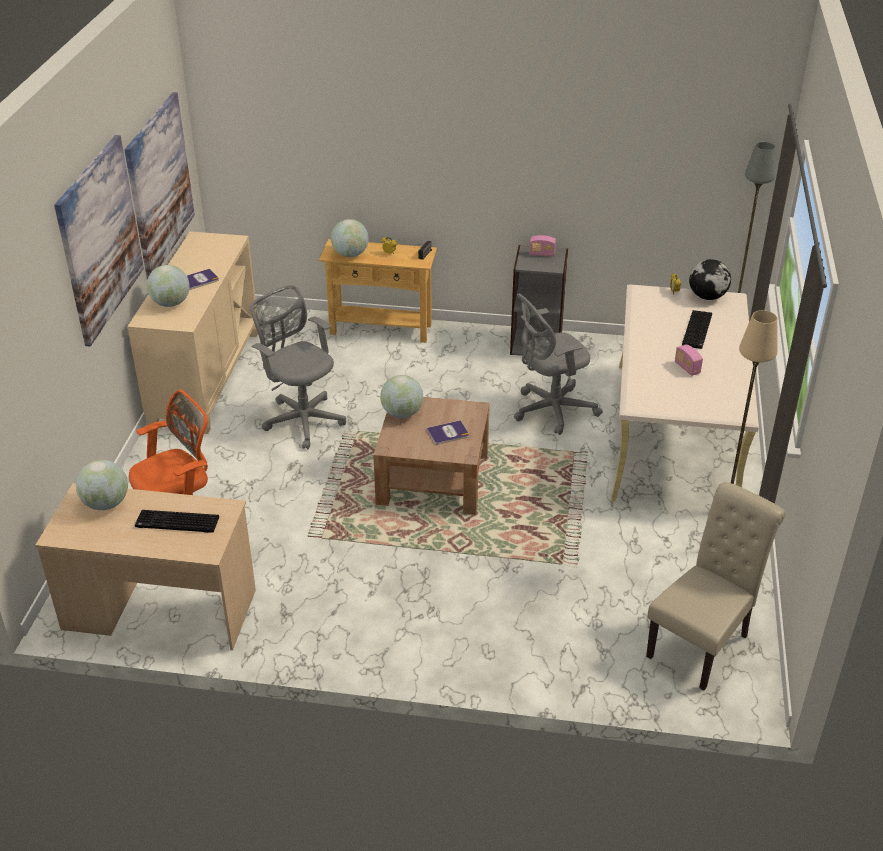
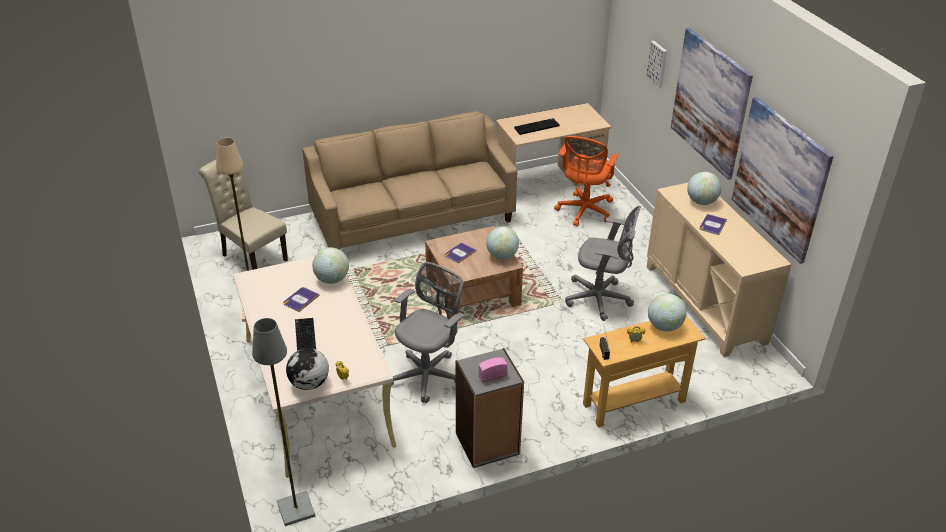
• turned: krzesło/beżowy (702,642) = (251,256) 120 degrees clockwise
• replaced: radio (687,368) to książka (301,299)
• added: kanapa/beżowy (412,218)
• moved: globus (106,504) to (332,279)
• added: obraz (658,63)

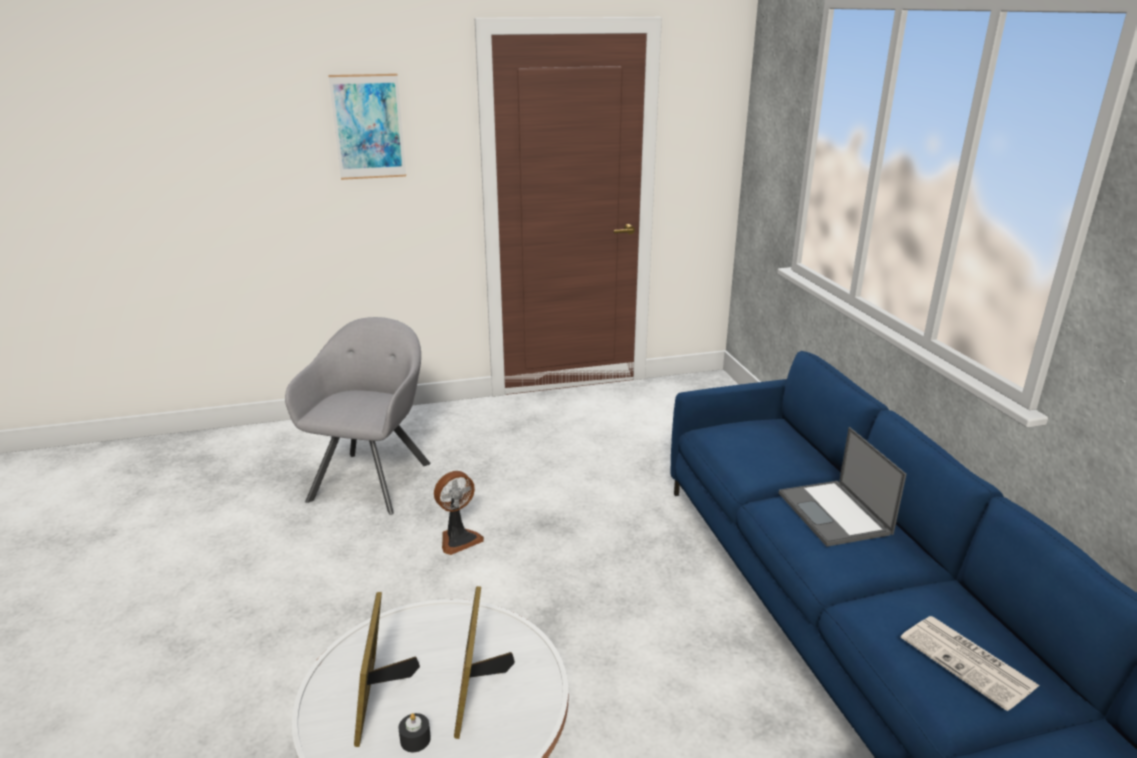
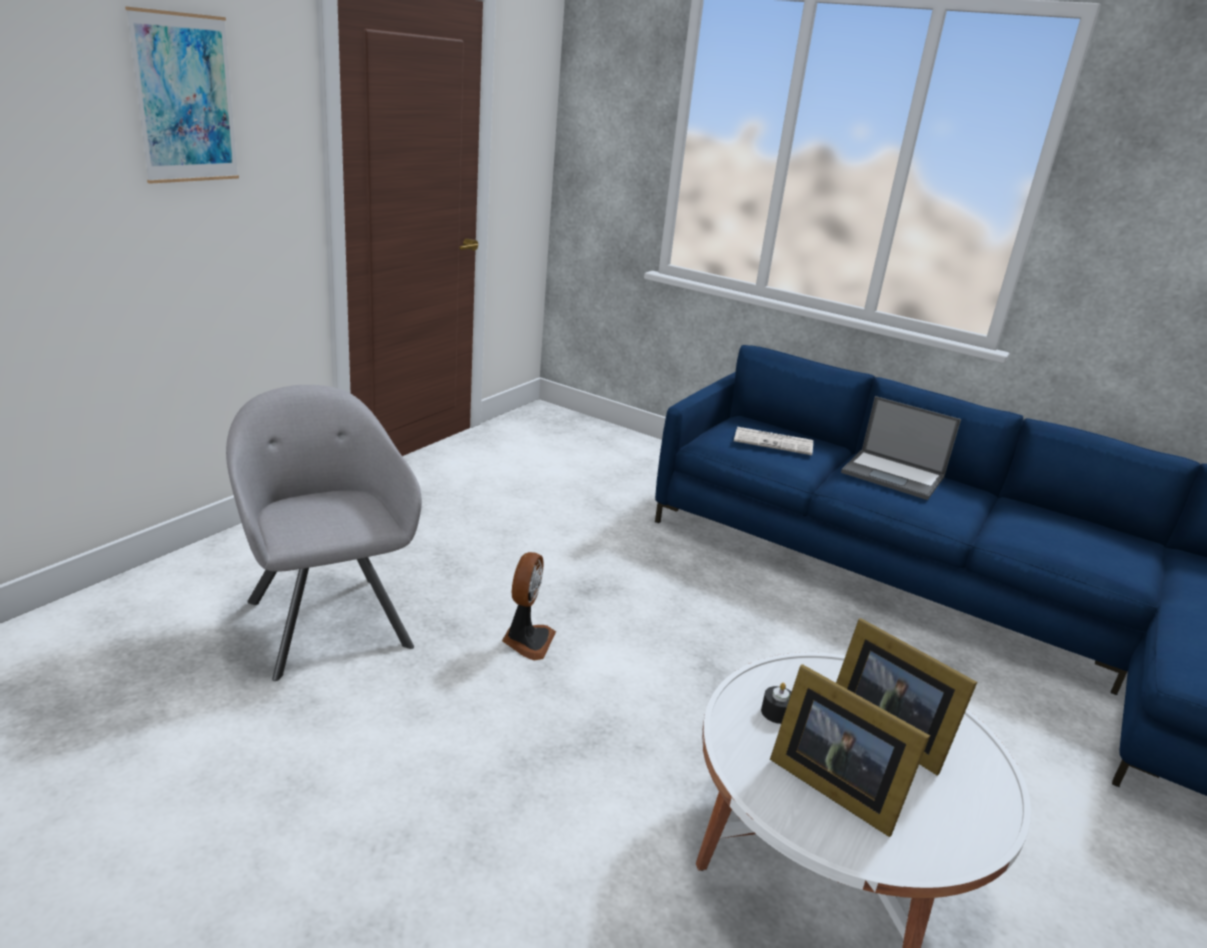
• moved: gazeta (969,662) to (774,442)
• moved: świeca/czarny (415,739) to (776,712)

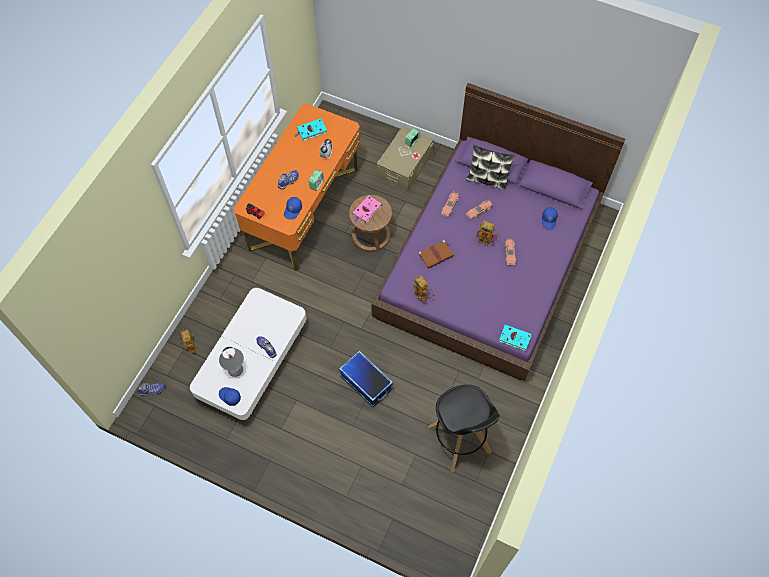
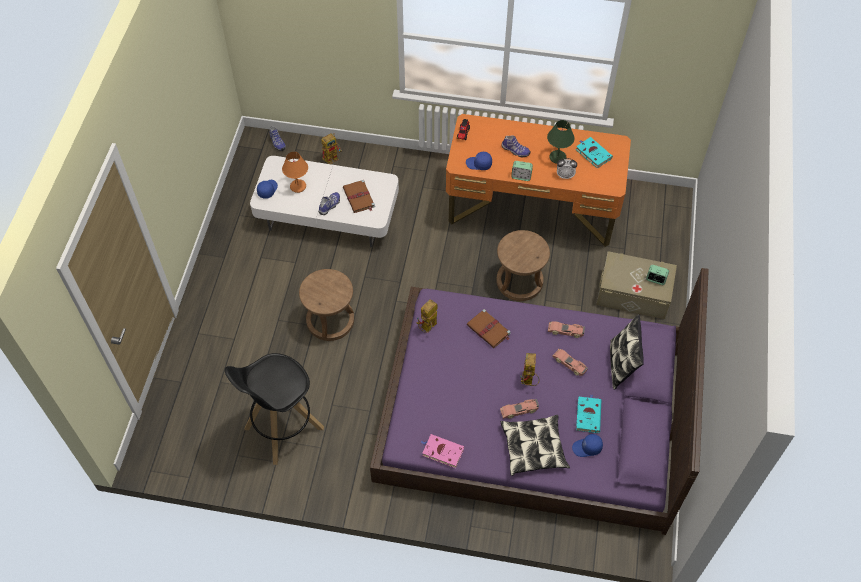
• recoloured: lampa stołowa/szary (235,370) to lampa stołowa/pomarańczowy (298,186)
• replaced: pojemnik do przechowywania (365,383) to stołek/brązowy (330,320)
• added: książka/brązowy (359,198)
• moved: książka/różowy (366,211) to (441,452)
• added: poduszka (534,448)
• added: lampa stołowa/zielony (558,158)
• moved: książka/turkusowy (513,338) to (588,414)

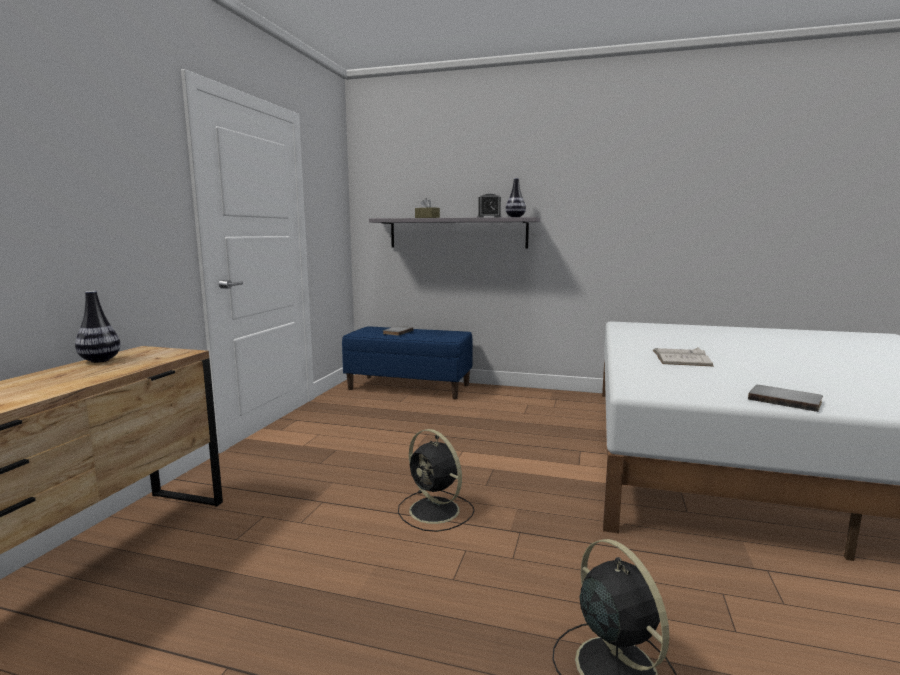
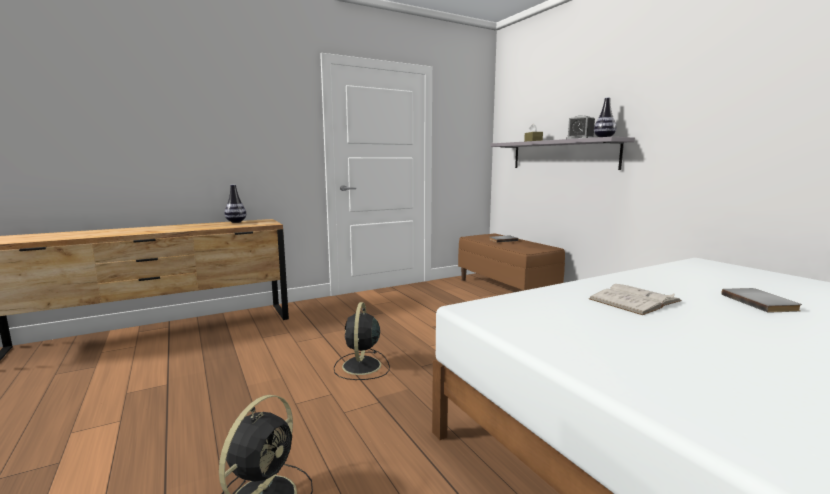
• recoloured: ławka/niebieski (409,387) to ławka/brązowy (506,288)
• moved: książka/szary (785,400) to (761,302)

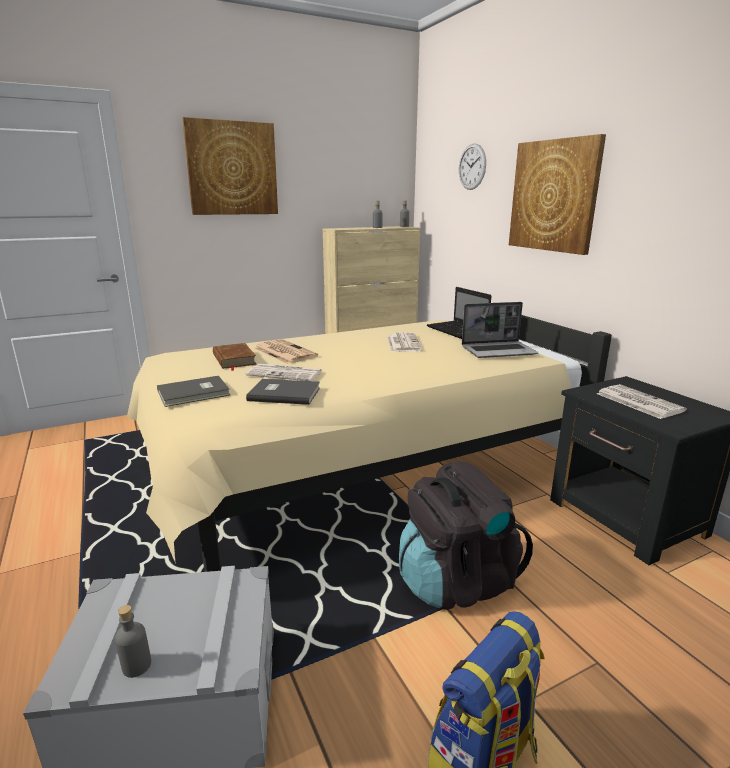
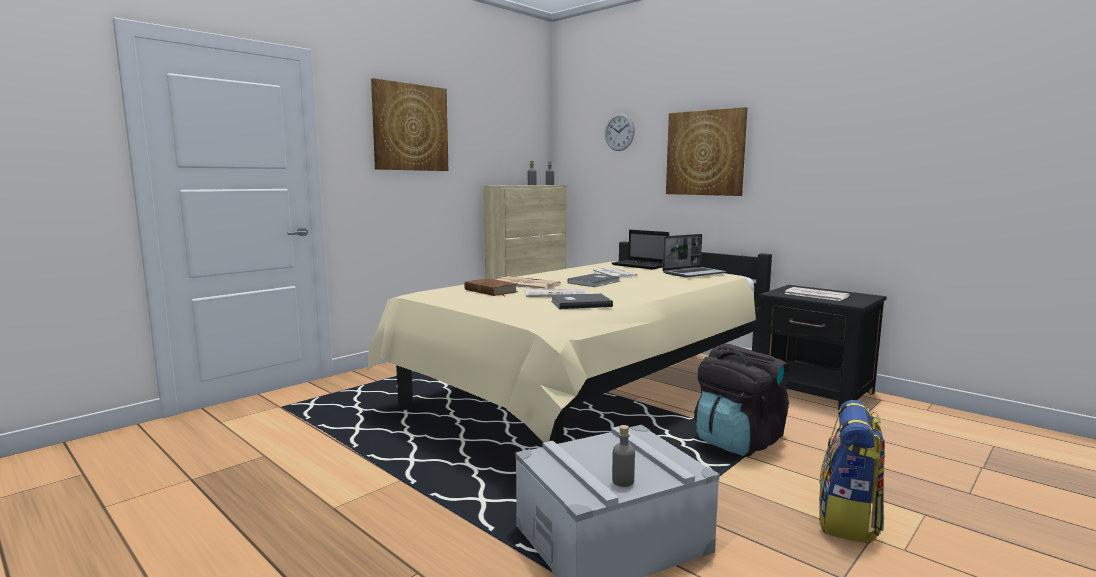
• moved: książka/szary (195,393) to (595,282)

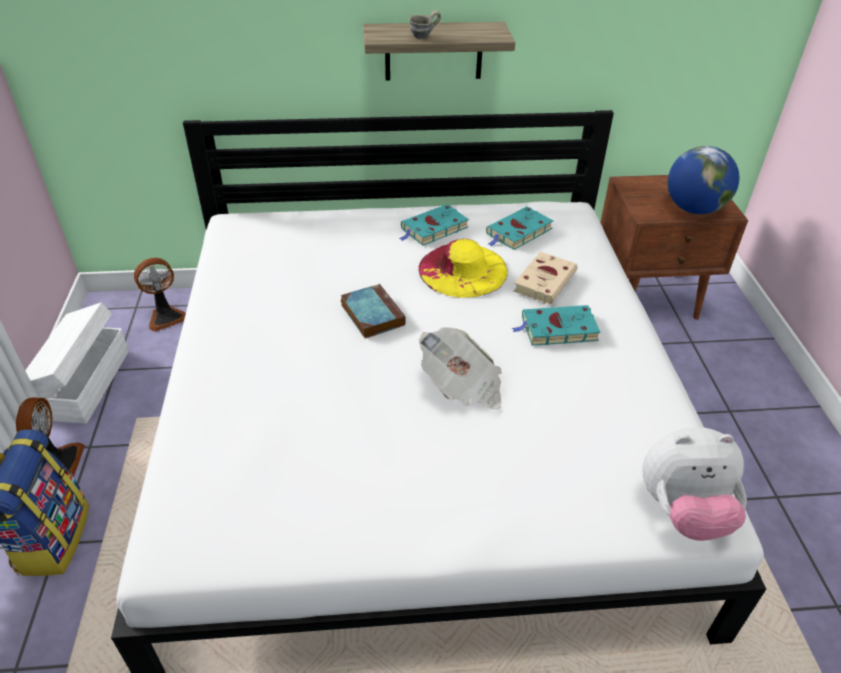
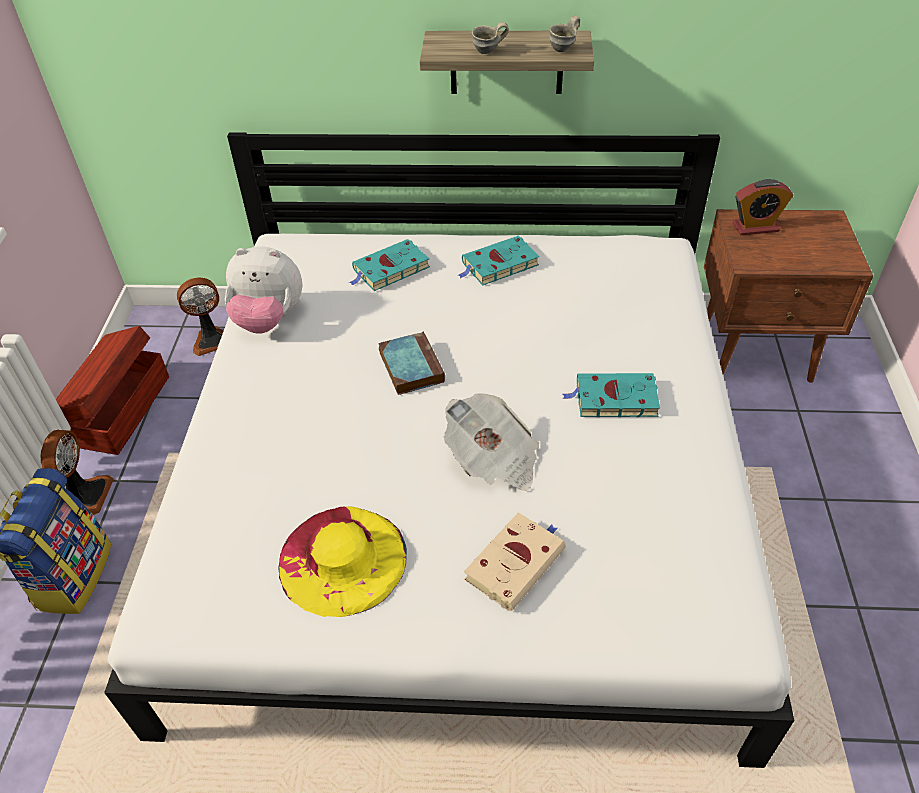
• recoloured: pojemnik do przechowywania/biały (84,384) to pojemnik do przechowywania/brązowy (120,411)
• moved: pluszak (683,511) to (269,319)
• moved: kapelusz/żółty (462,270) to (342,559)
• moved: książka/turkusowy (518,232) to (389,269)
• moved: książka/beżowy (545,280) to (516,562)
• added: kubek/szary (564,49)
• added: budzik (755,227)
• removed: globus (694,209)

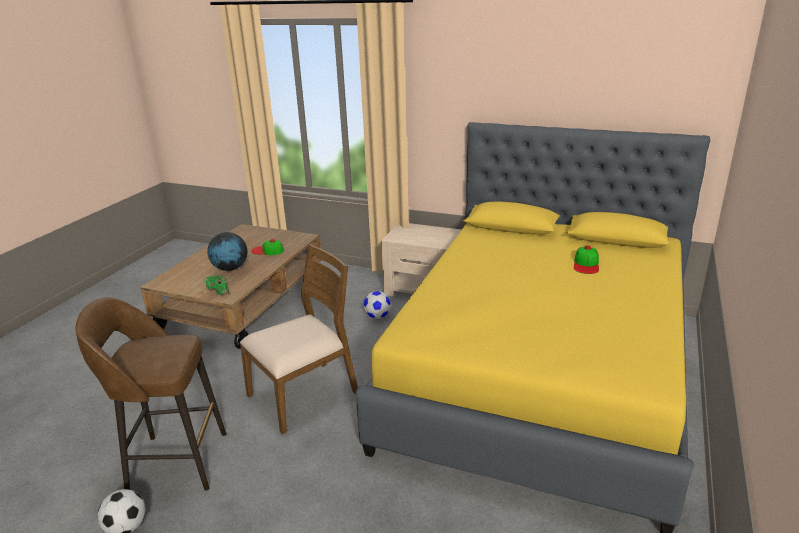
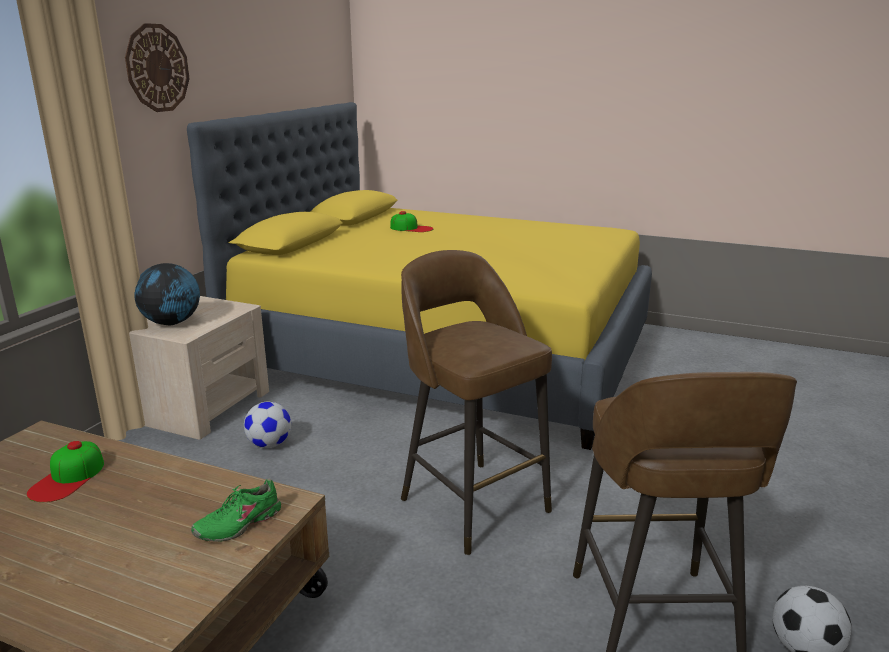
• added: zegar ścienny (157,68)
• moved: globus (230,269) to (172,323)
• replaced: krzesło/brązowy (304,394) to stołek/brązowy (472,502)

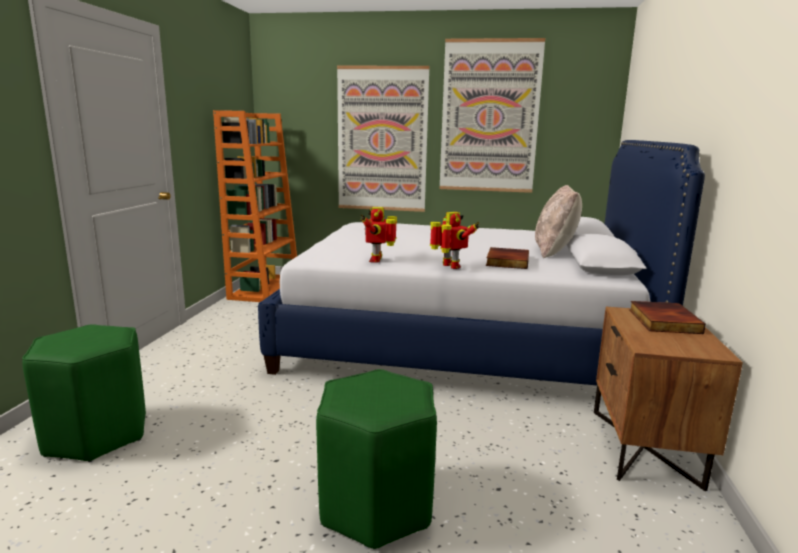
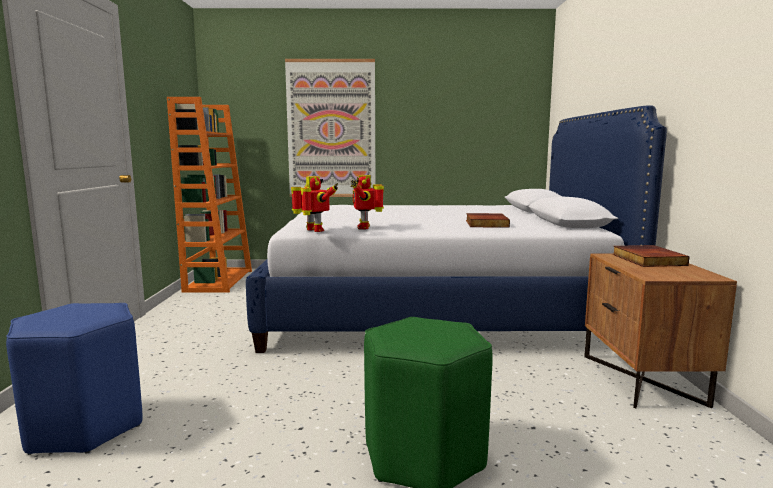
• recoloured: stołek/zielony (97,434) to stołek/niebieski (86,426)
• moved: robot zabawkowy (450,266) to (314,230)
• removed: obraz (489,117)
• removed: poduszka/beżowy (554,252)

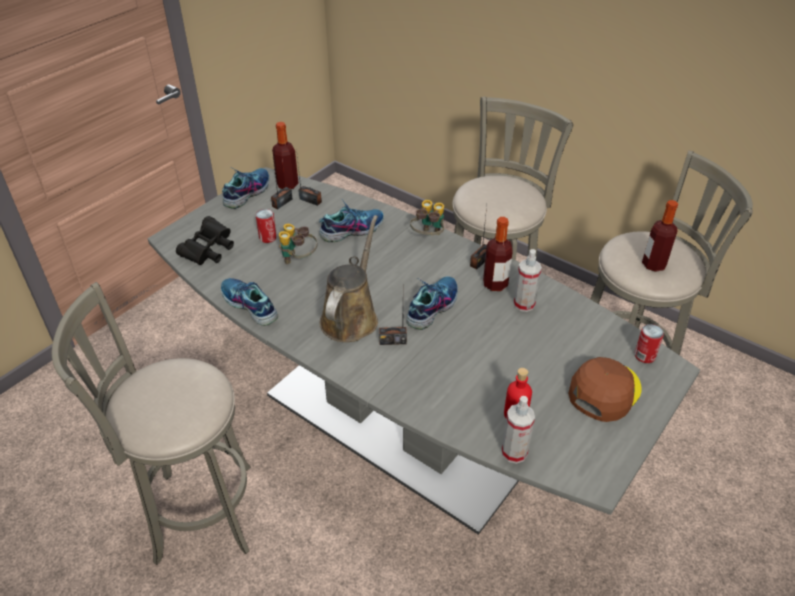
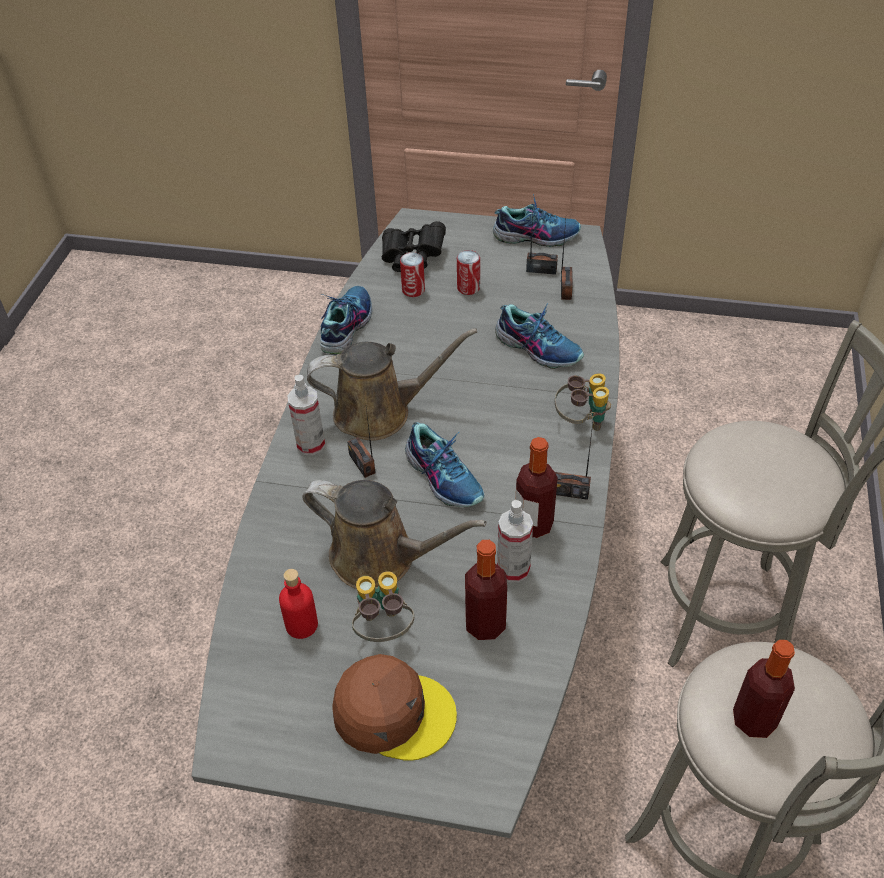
• moved: spryskiwacz (514,452) to (311,444)
• added: konewka/brązowy (381,558)
• moved: lornetka (299,260) to (383,629)
• moved: puszka (644,356) to (413,290)
• turned: but (432,307) = (444,477) 45 degrees clockwise
• moved: butelka (287,184) to (485,624)
• removed: stołek/szary (197,513)

